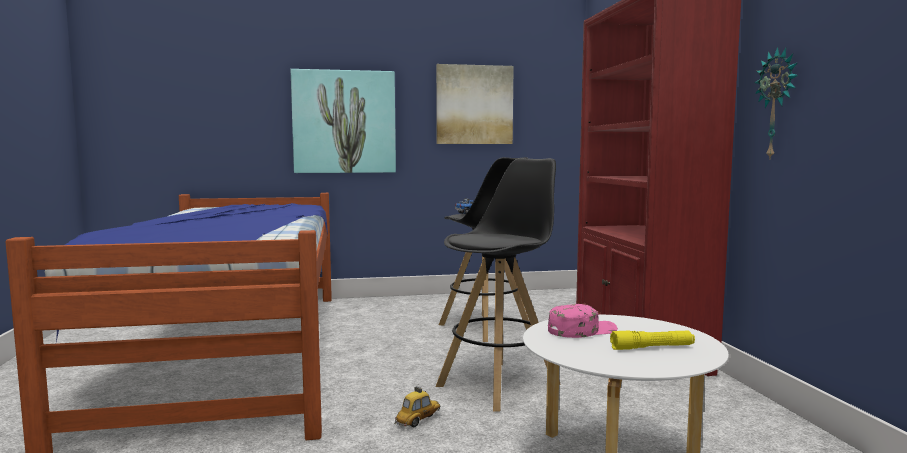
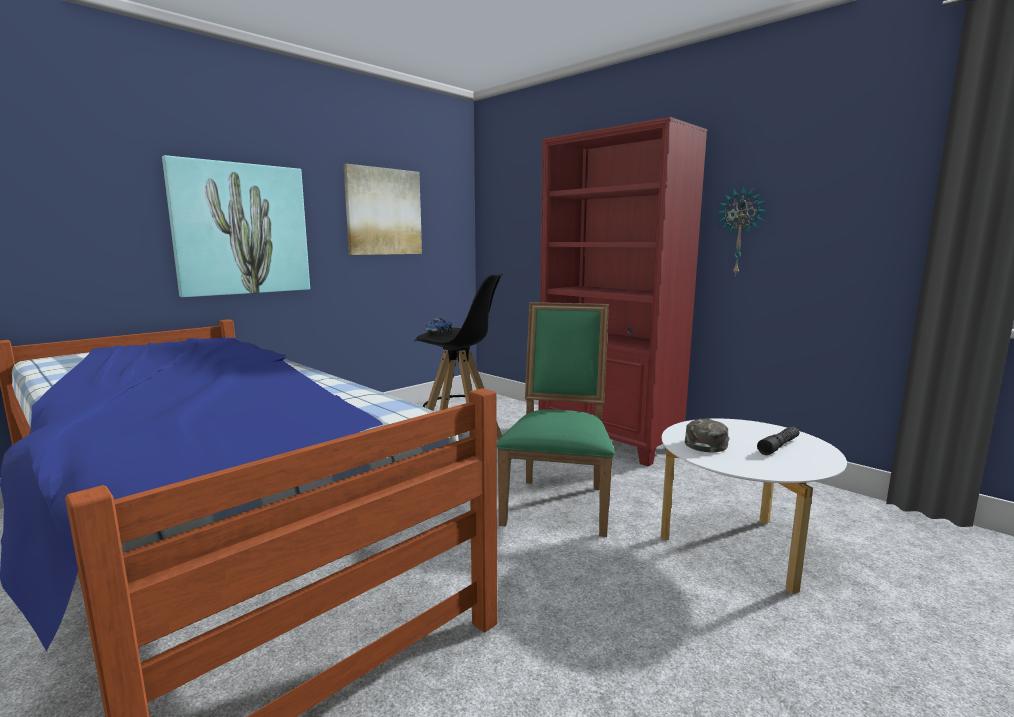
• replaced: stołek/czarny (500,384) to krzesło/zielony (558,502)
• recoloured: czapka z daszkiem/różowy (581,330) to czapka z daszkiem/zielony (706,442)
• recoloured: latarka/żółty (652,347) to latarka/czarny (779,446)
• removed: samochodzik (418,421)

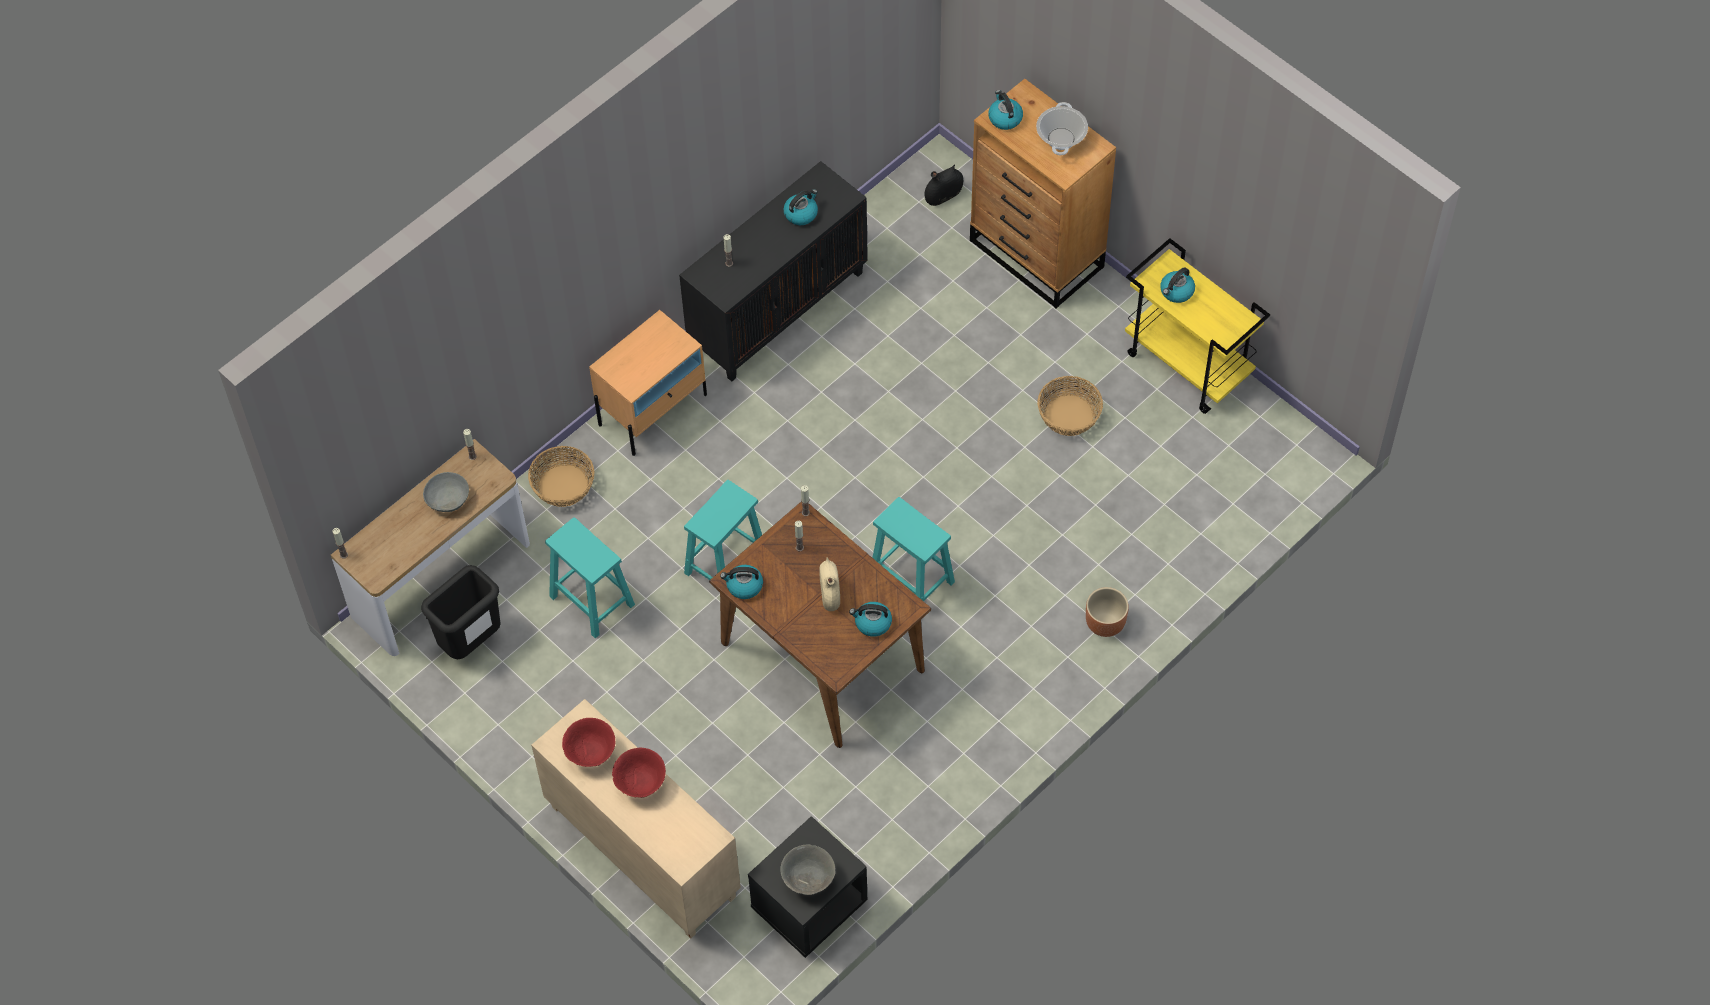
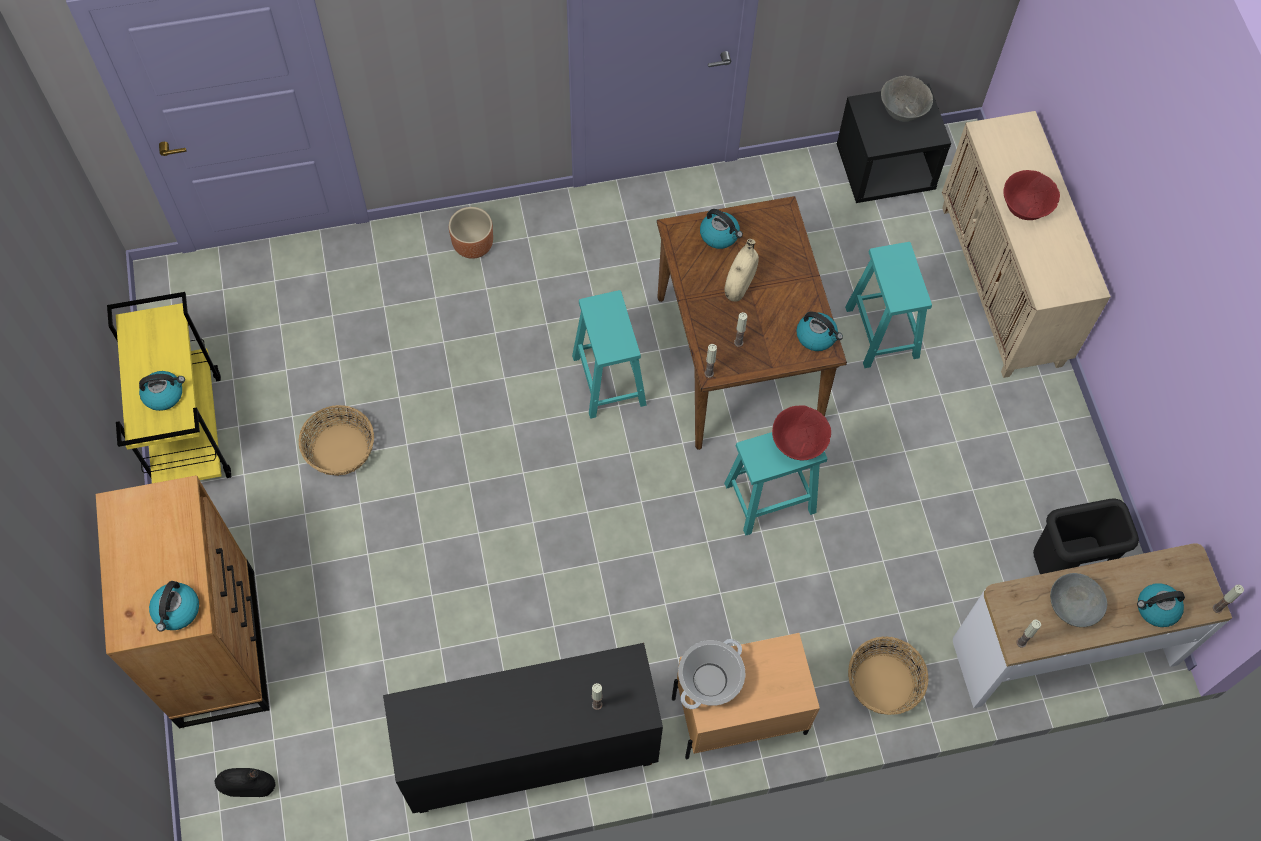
• moved: garnek (1061,139) to (709,679)
• moved: miska/czerwony (591,753) to (798,444)
• moved: stołek/turkusowy (591,600) to (882,333)
• moved: czajnik (801,213) to (1156,609)

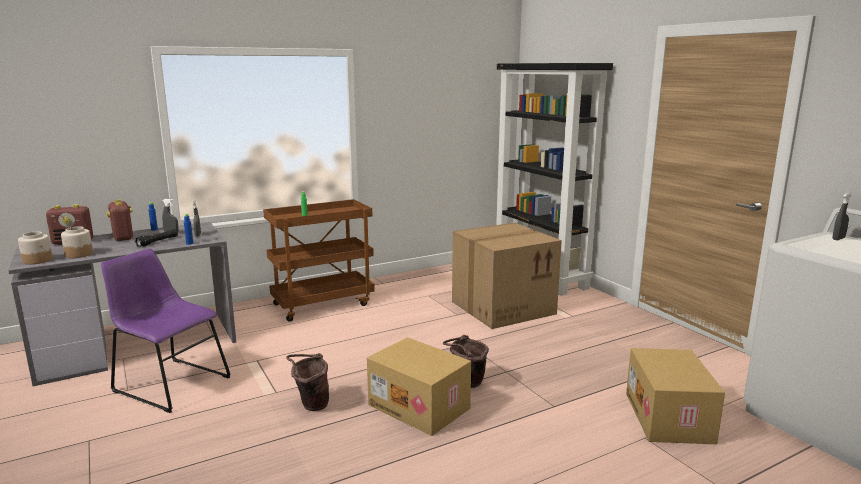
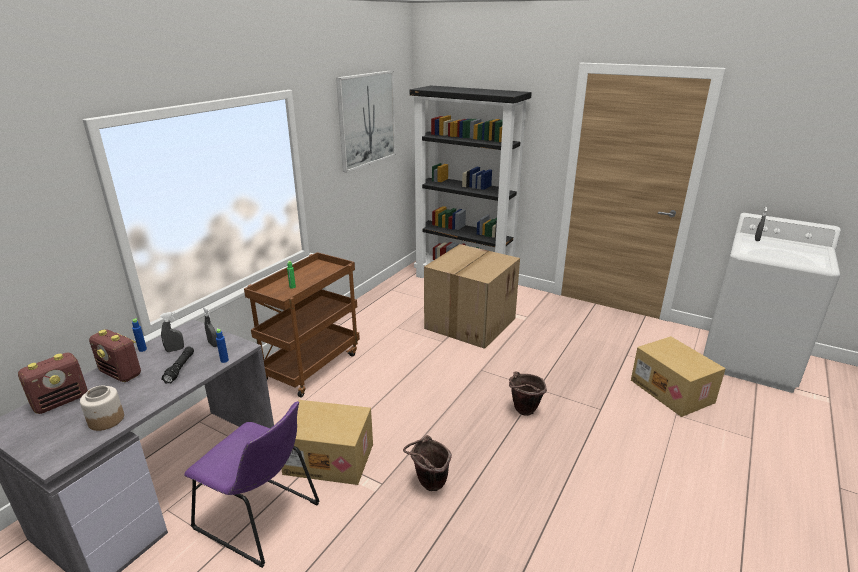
• turned: krzesło/fioletowy (169,383) = (261,518) 150 degrees counterclockwise
• moved: karton (420,406) to (330,458)
• added: obraz (367,119)
• removed: słoik (38,260)

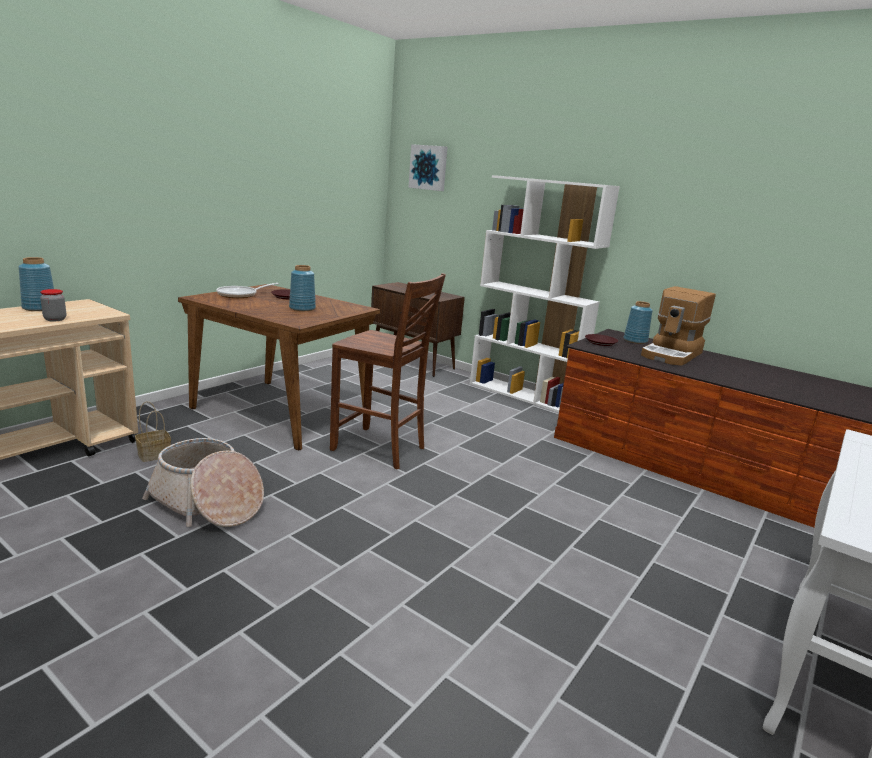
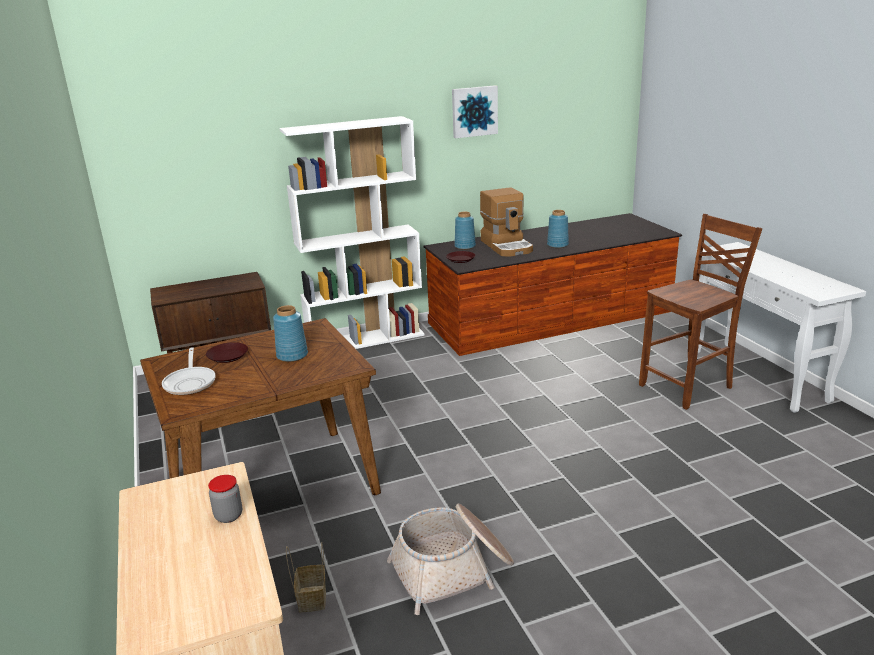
• moved: obraz (429,167) to (474,111)
• moved: wazon/niebieski (40,308) to (557,245)
• moved: krzesło/brązowy (380,449) to (688,387)

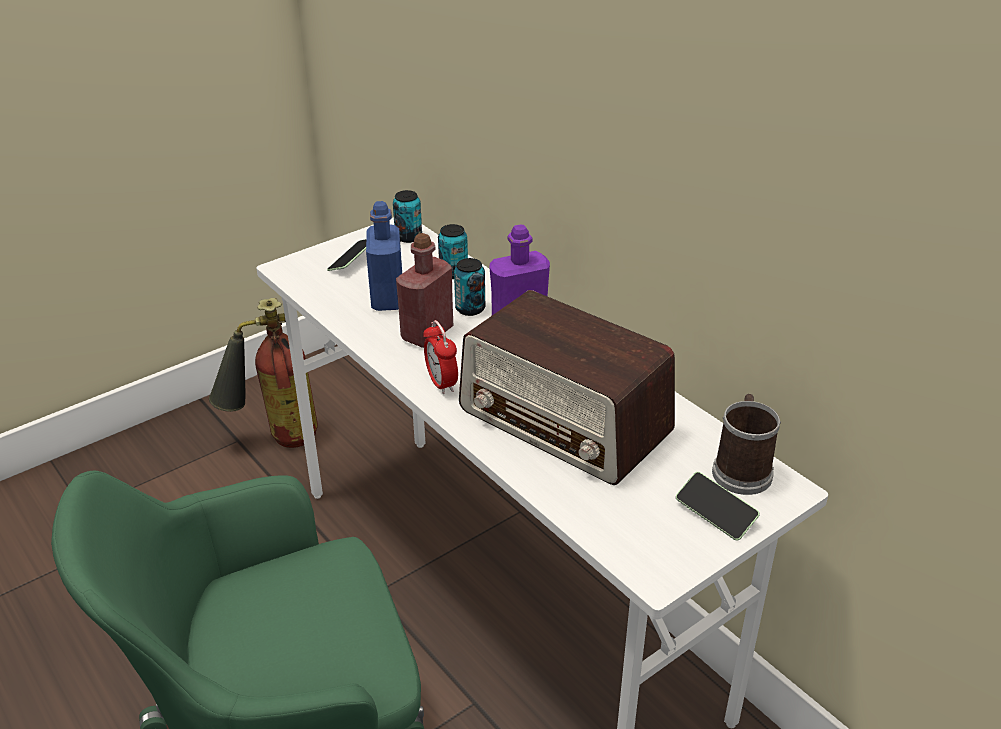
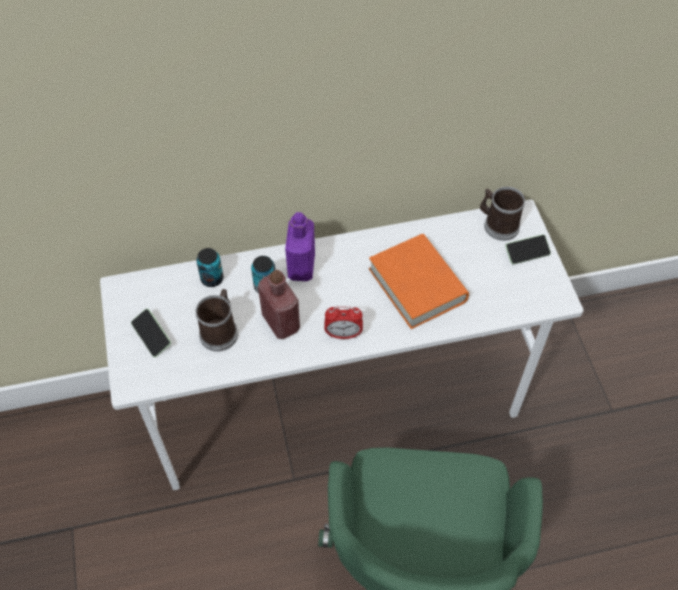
• replaced: butelka/niebieski (387,298) to kubek (220,331)
• replaced: radio (565,422) to książka/pomarańczowy (417,285)
• removed: gaśnica (275,439)
• removed: puszka (408,237)

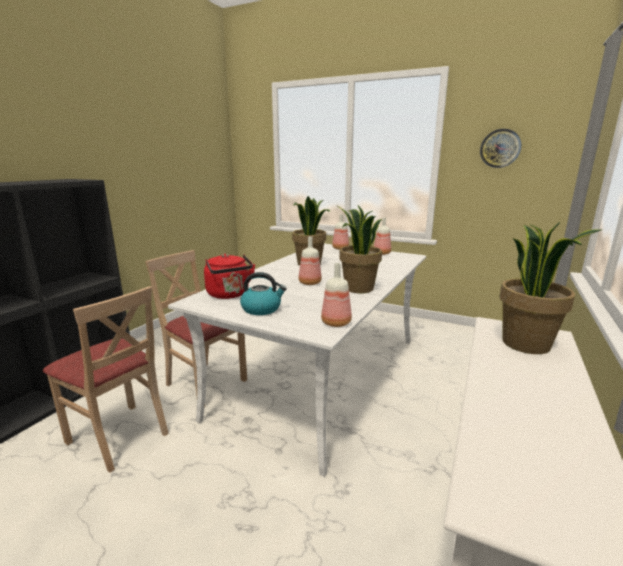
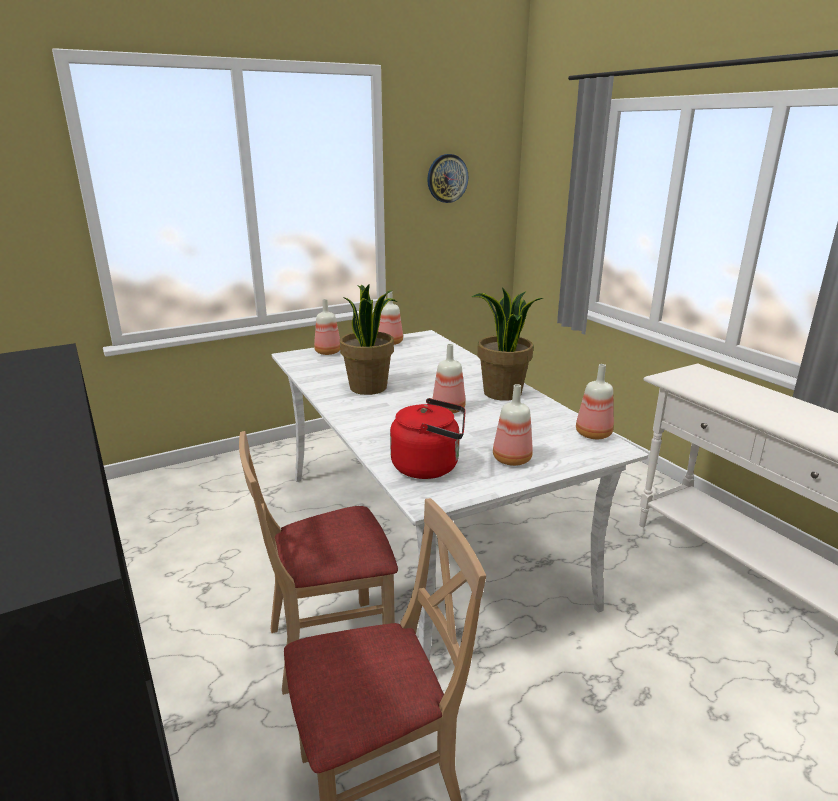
• replaced: czajnik (262,309) to butelka (510,459)
• removed: roślina doniczkowa (527,344)

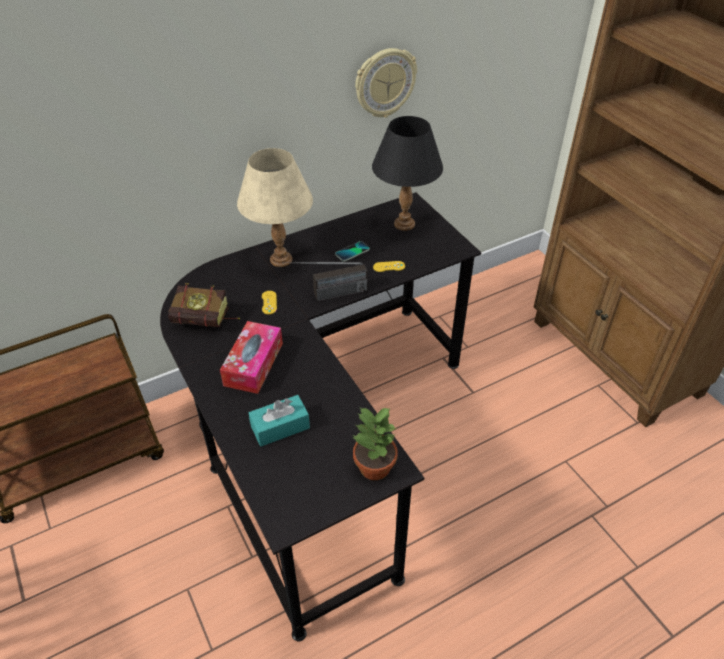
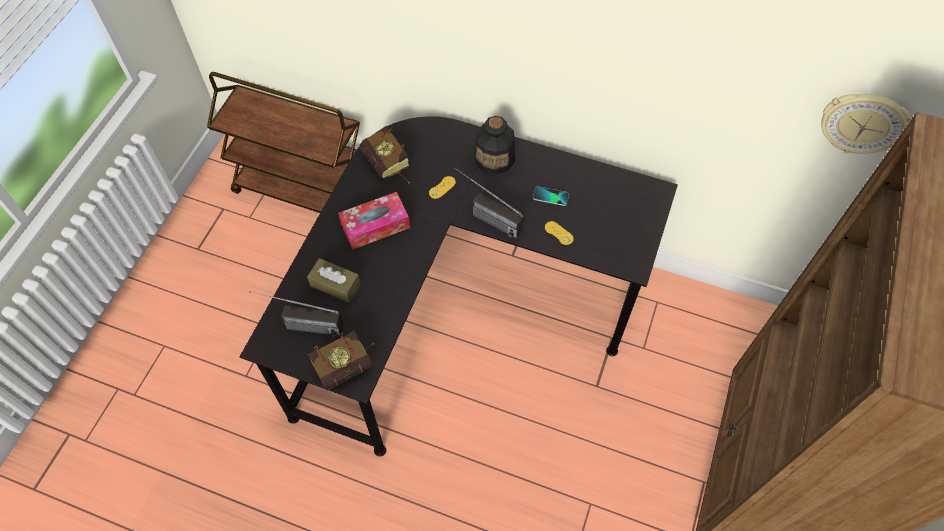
• added: radio (300,326)
• recoloured: pudełko chusteczek/turkusowy (280,427) to pudełko chusteczek/brązowy (335,285)
• replaced: roślina doniczkowa (373,467) to książka (349,365)
• replaced: lampa stołowa/beżowy (281,259) to butelka (495,158)
• moved: zegar ścienny (384,83) to (863,123)
• removed: lampa stołowa/czarny (404,224)

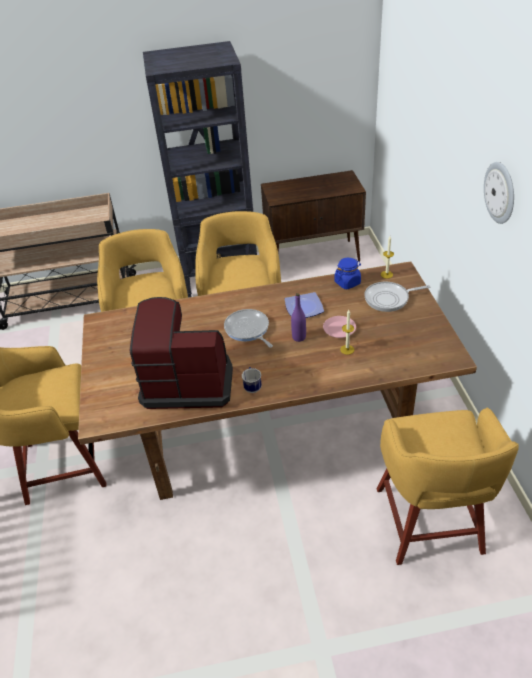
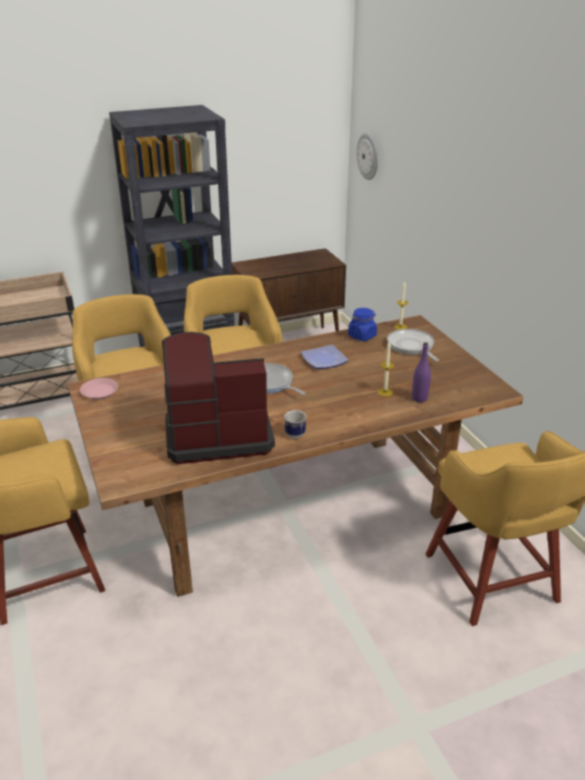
• moved: talerz/różowy (339,329) to (99,392)
• moved: zegar ścienny (500,192) to (368,156)
• turned: patelnia (389,299) = (411,346) 90 degrees clockwise
• moved: butelka/fioletowy (299,337) to (419,398)

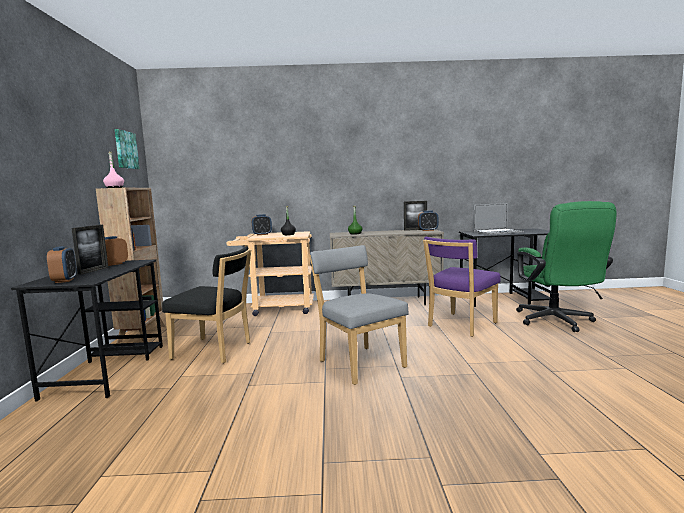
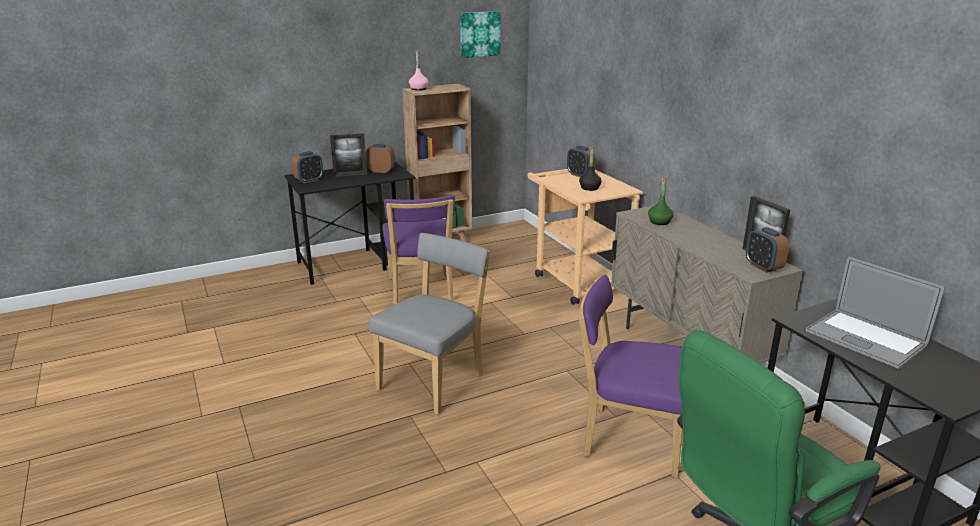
• recoloured: krzesło/czarny (215,351) to krzesło/fioletowy (420,291)

